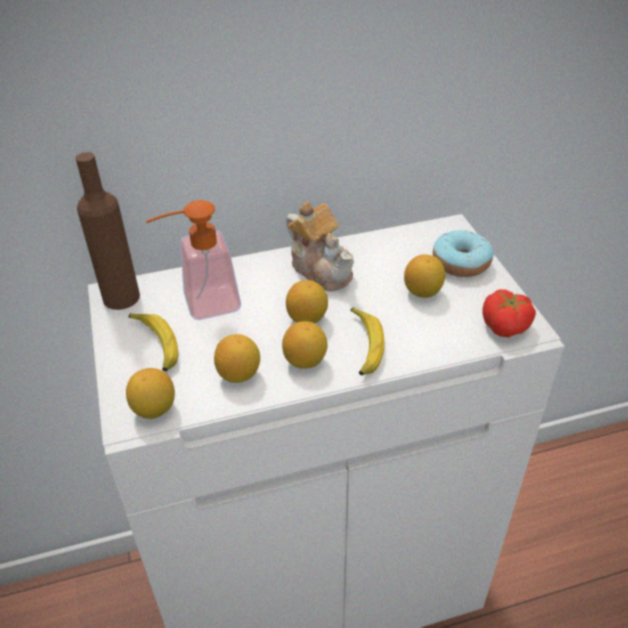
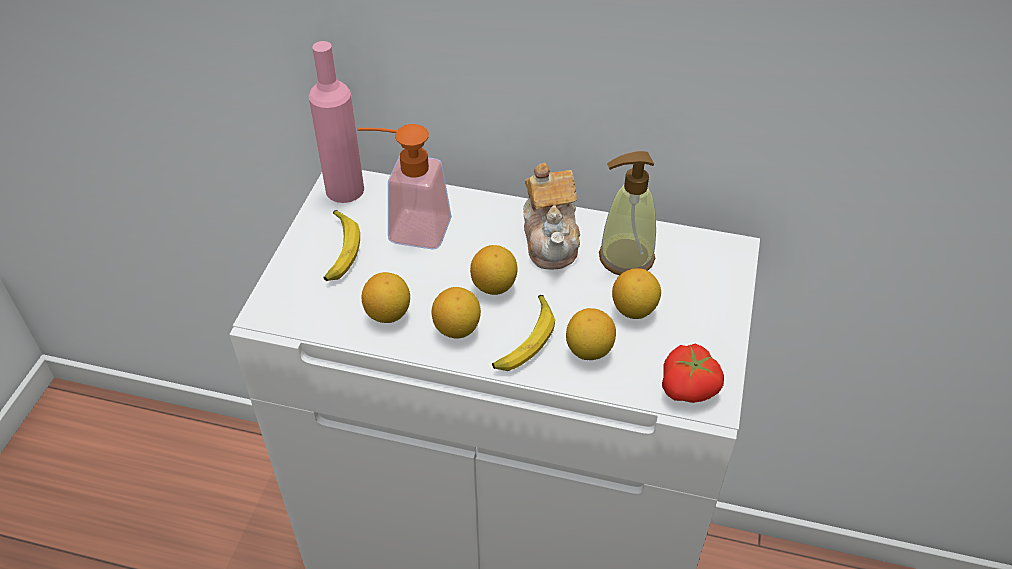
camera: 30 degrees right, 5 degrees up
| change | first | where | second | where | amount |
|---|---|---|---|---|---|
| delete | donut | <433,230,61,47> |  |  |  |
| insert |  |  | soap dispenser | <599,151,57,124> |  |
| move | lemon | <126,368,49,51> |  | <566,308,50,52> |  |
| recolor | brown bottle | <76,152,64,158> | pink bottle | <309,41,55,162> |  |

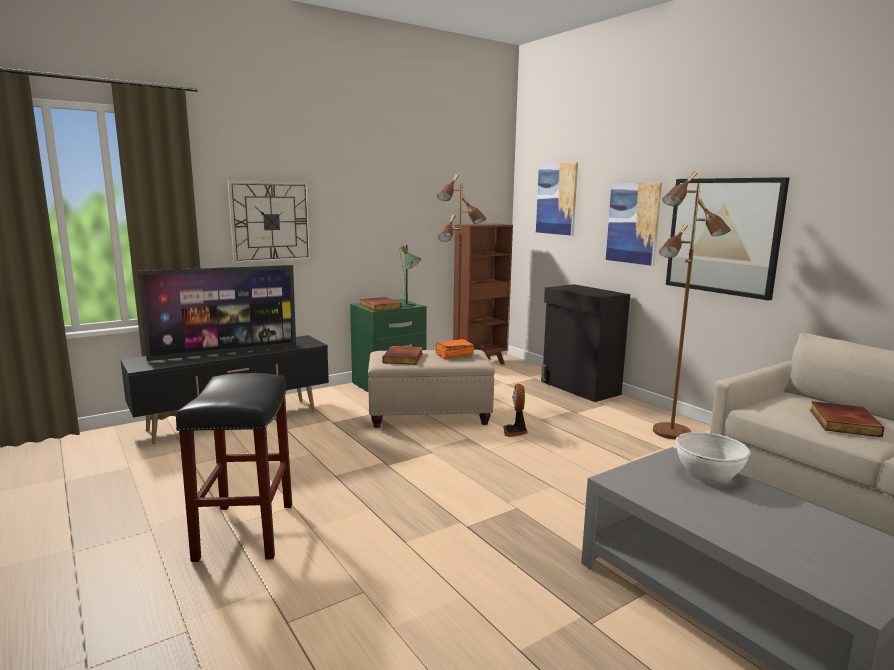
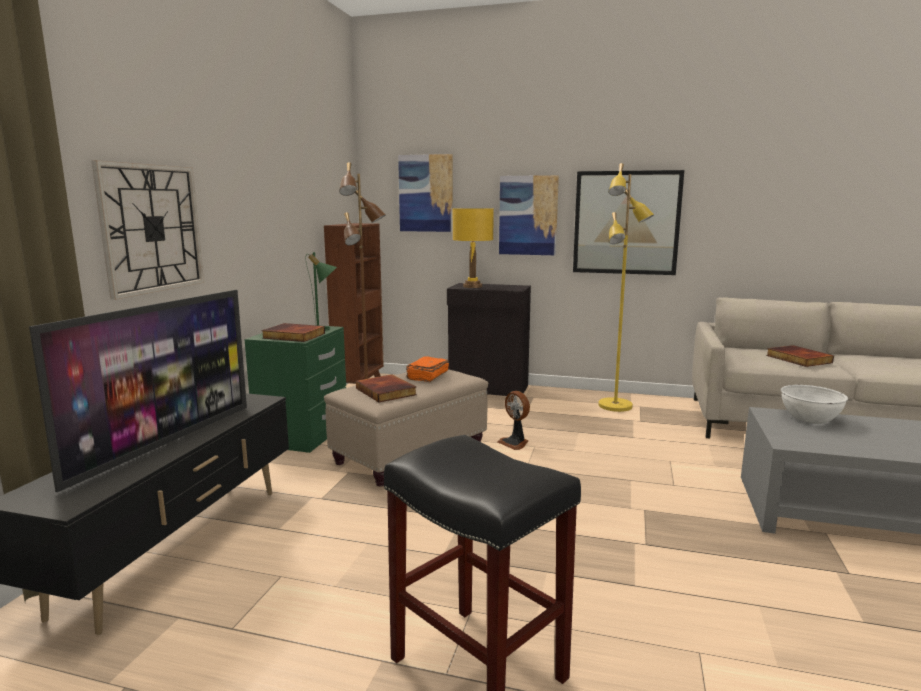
camera: 40 degrees left, 0 degrees up
| change | first | where | second | where | amount |
|---|---|---|---|---|---|
| insert |  |  | yellow table lamp | <453,208,41,80> |  |
| recolor | brown floor lamp | <653,171,78,269> | yellow floor lamp | <598,163,56,249> |  |

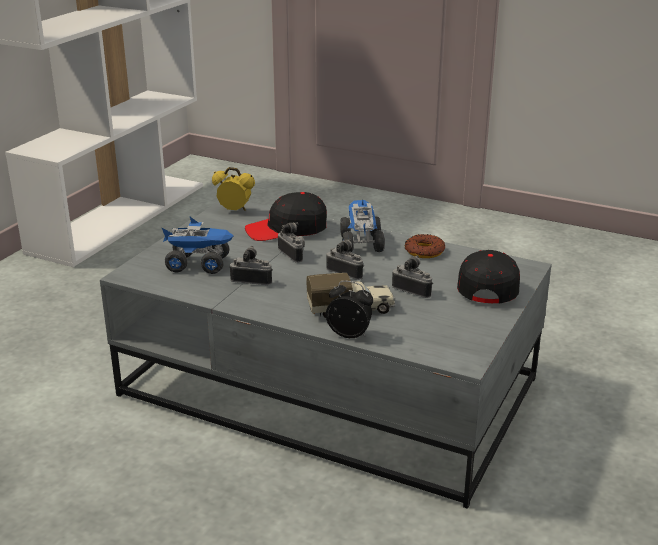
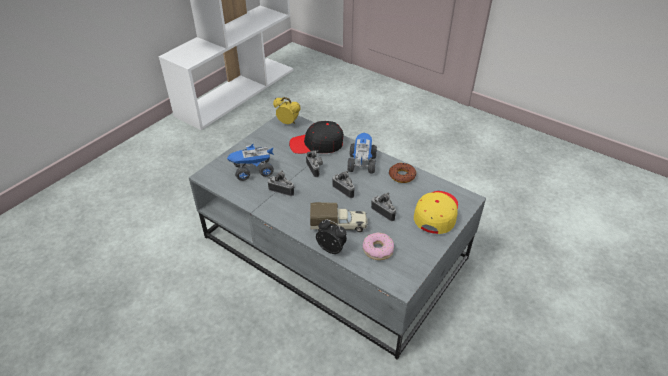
camera: 10 degrees right, 15 degrees up
| change | first | where | second | where | amount |
|---|---|---|---|---|---|
| insert |  |  | donut | <363,233,31,27> |  |
| recolor | black cap | <457,250,63,54> | yellow cap | <414,191,44,43> |  |
| rotate | toy truck | <162,217,71,57> |  | <227,144,47,37> | 150 degrees clockwise |

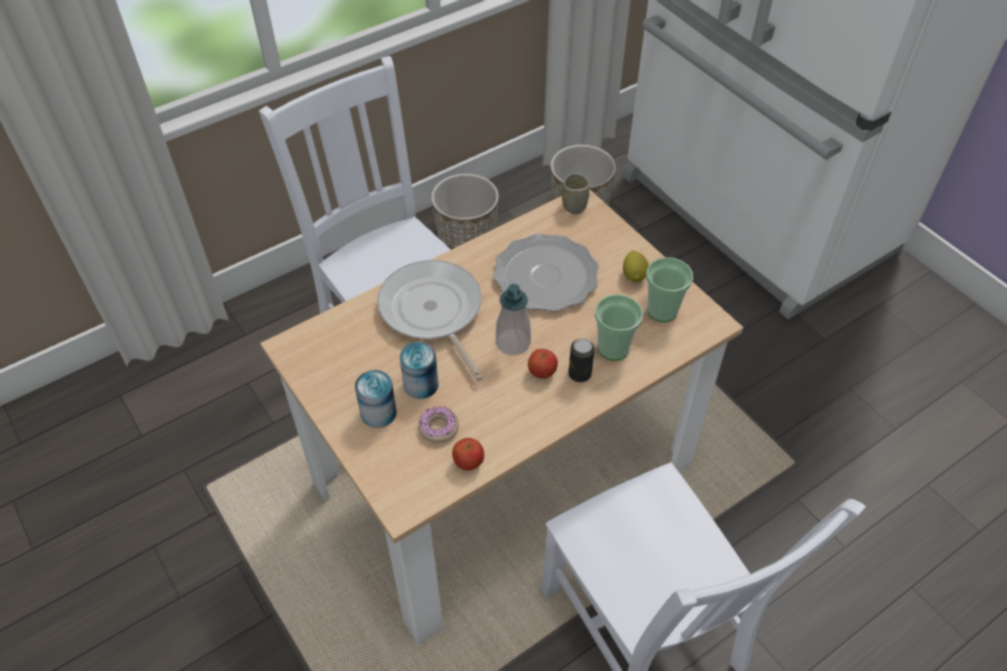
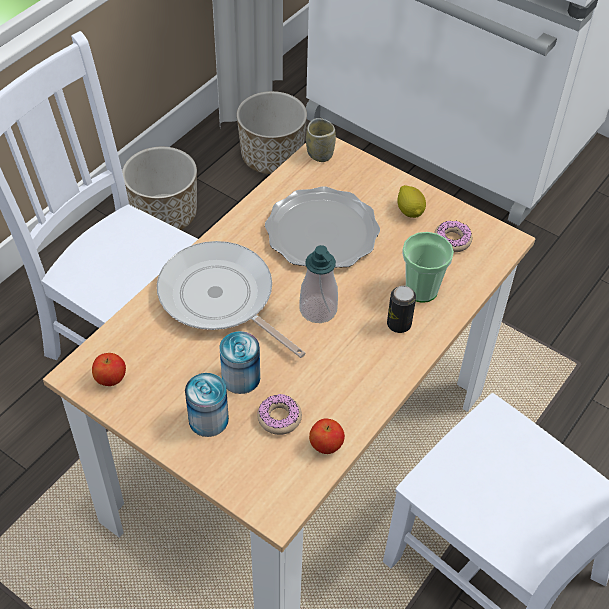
camera: 20 degrees left, 0 degrees up
| change | first | where | second | where | amount |
|---|---|---|---|---|---|
| move | apple | <528,349,30,30> |  | <92,353,34,33> |  |
| replace | cup | <646,257,47,65> | donut | <434,220,38,32> |  |

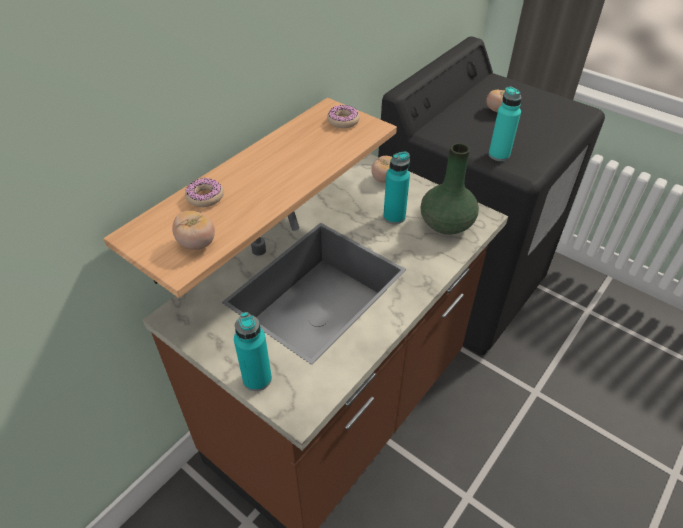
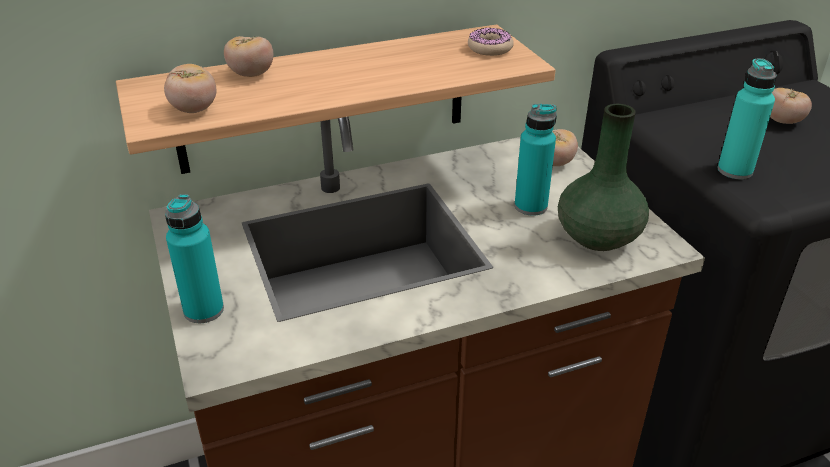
camera: 30 degrees right, 10 degrees down
| change | first | where | second | where | amount |
|---|---|---|---|---|---|
| replace | donut | <185,178,39,29> | tomato | <224,36,49,41> |  |

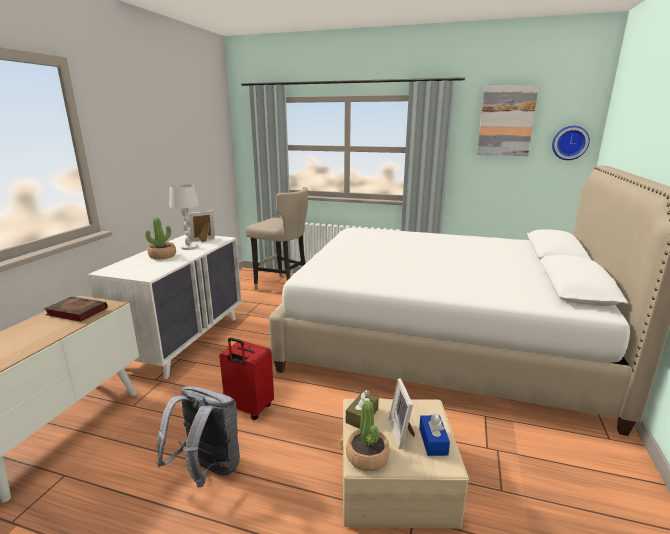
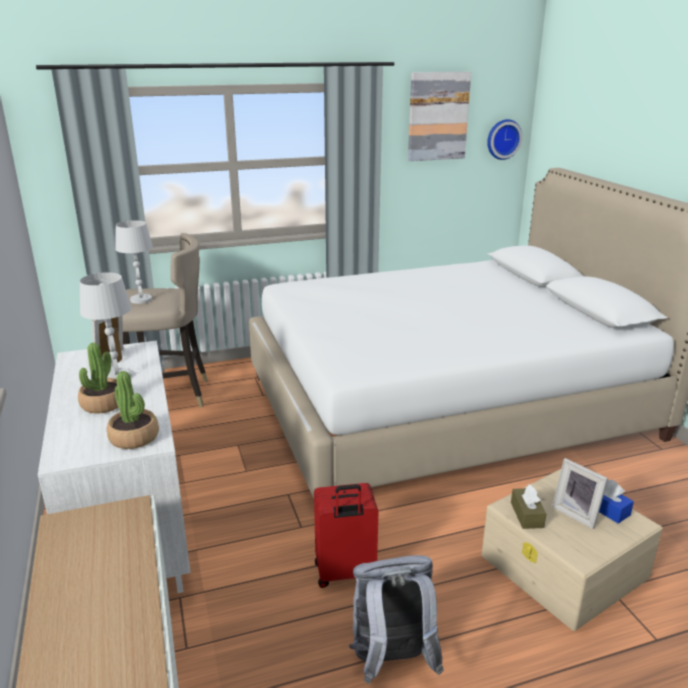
camera: 35 degrees left, 5 degrees up
| change | first | where | second | where | amount |
|---|---|---|---|---|---|
| delete | book | <44,297,63,25> |  |  |  |
| insert |  |  | white table lamp | <115,220,38,84> |  |
| move | potted plant | <346,401,44,70> |  | <107,371,52,78> |  |

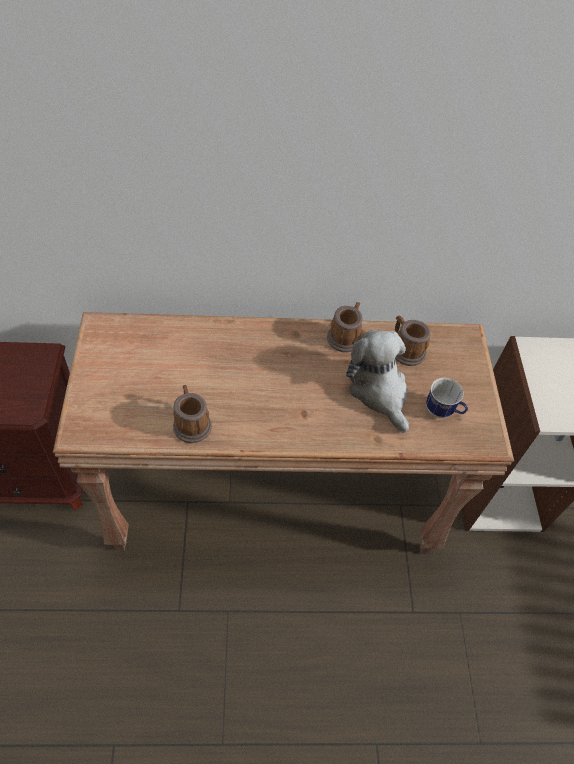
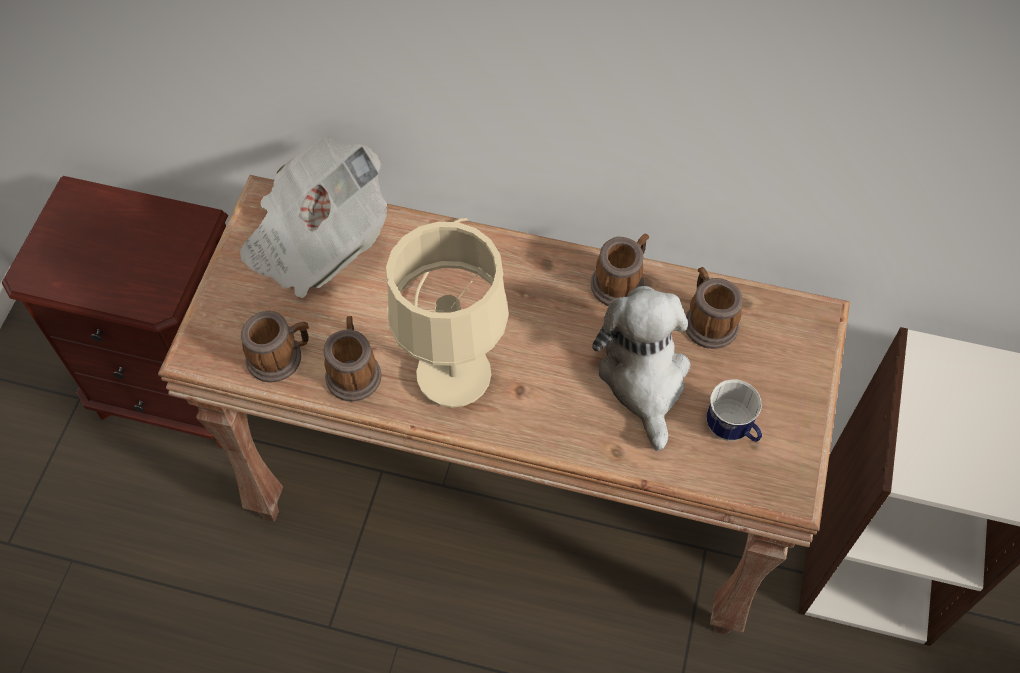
camera: 20 degrees right, 5 degrees up
| change | first | where | second | where | amount |
|---|---|---|---|---|---|
| insert |  |  | newspaper | <240,137,147,161> |  |
| insert |  |  | mug | <241,311,68,72> |  |
| insert |  |  | beige table lamp | <386,218,123,190> |  |

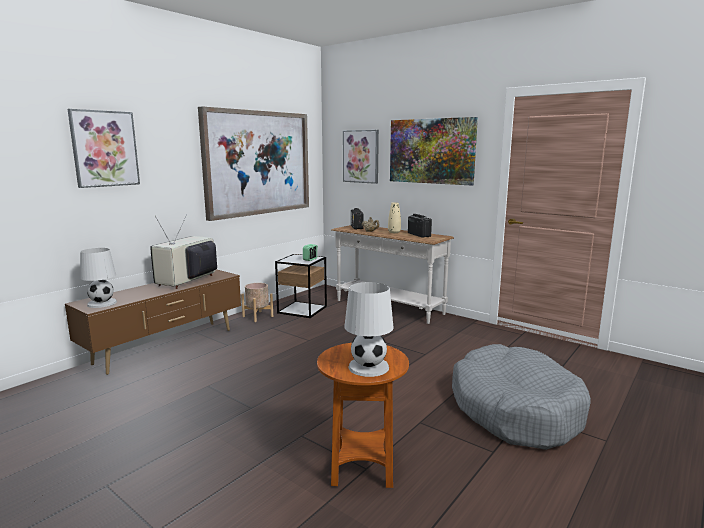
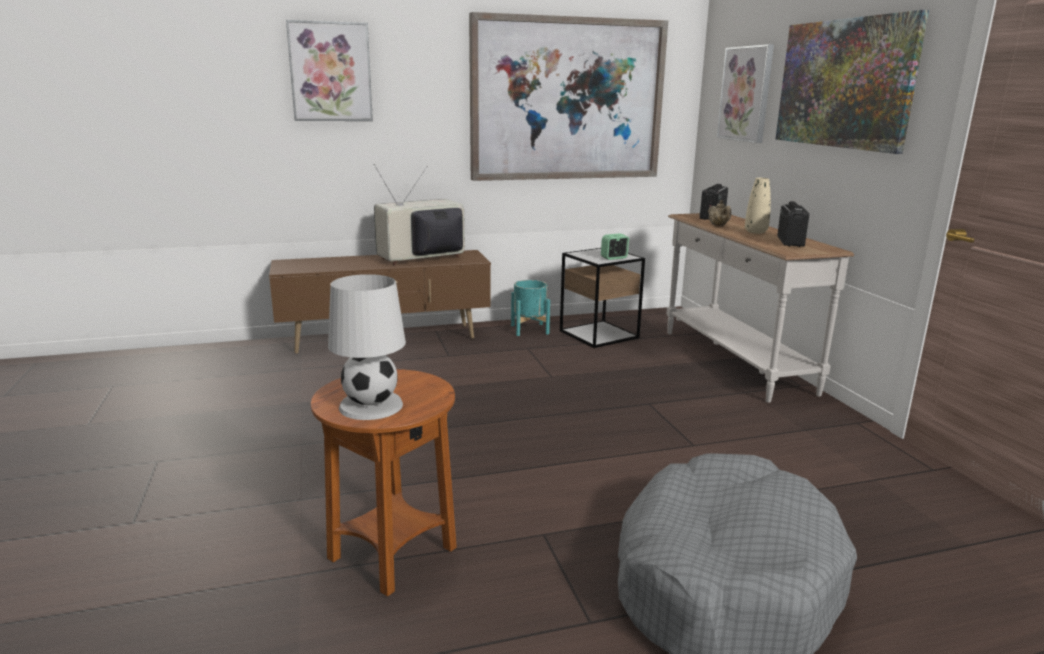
camera: 35 degrees right, 5 degrees up
| change | first | where | second | where | amount |
|---|---|---|---|---|---|
| delete | white table lamp | <80,248,37,60> |  |  |  |
| recolor | beige planter | <241,283,32,39> | turquoise planter | <511,280,39,56> |  |

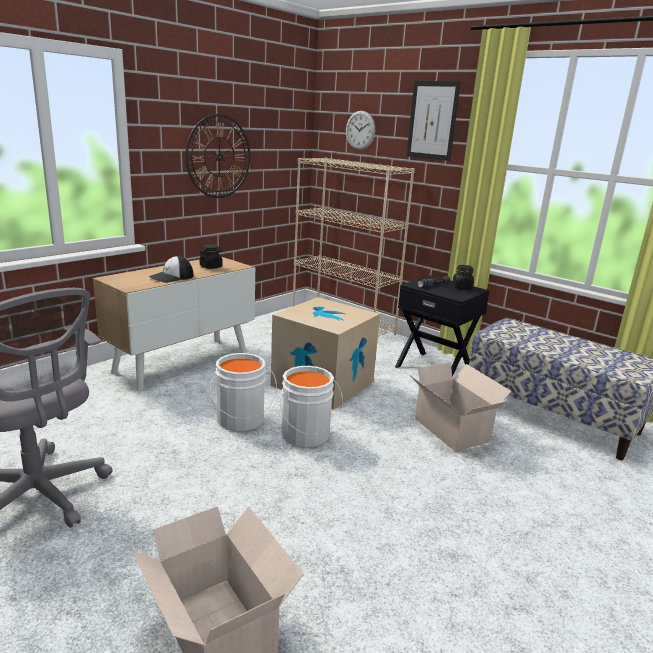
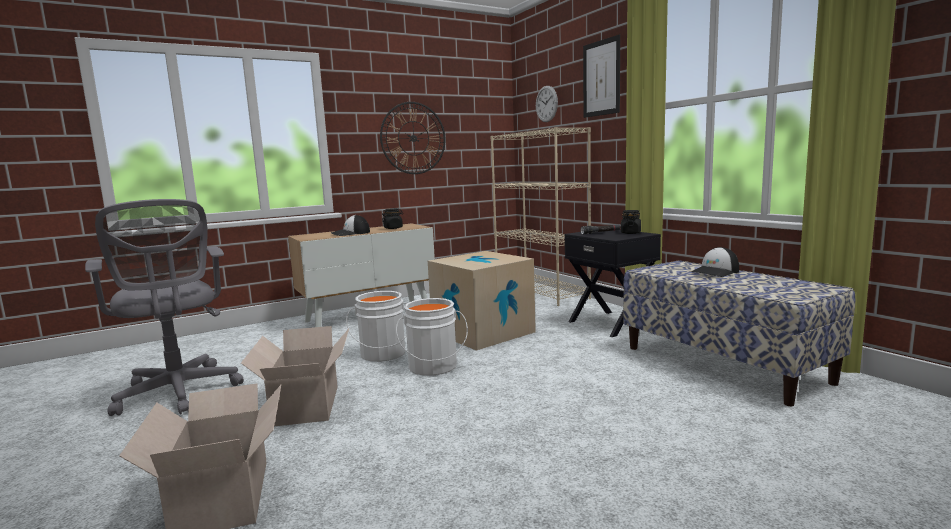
camera: 20 degrees right, 10 degrees down
| change | first | where | second | where | amount |
|---|---|---|---|---|---|
| insert |  |  | cap | <691,247,48,30> |  |
| move | cardboard box | <410,362,101,89> |  | <241,326,108,100> |  |

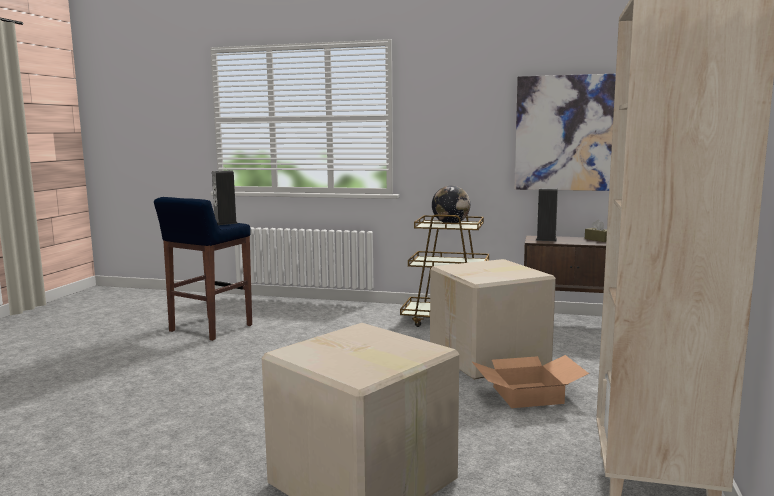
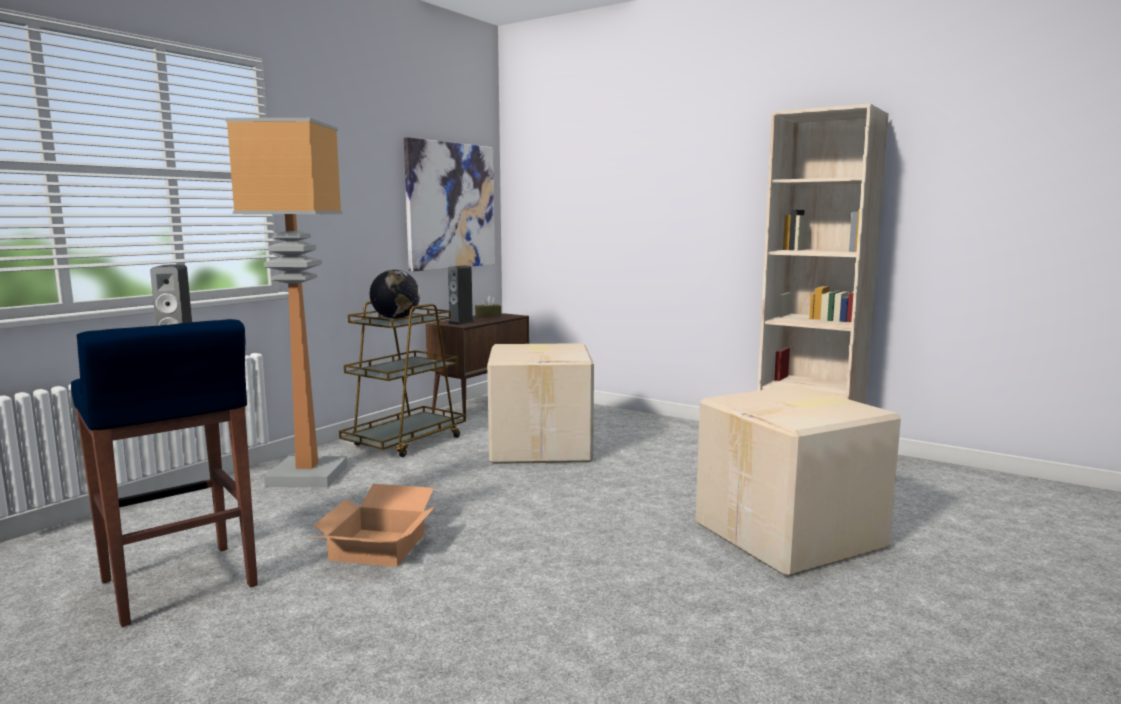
camera: 70 degrees left, 0 degrees up
| change | first | where | second | where | amount |
|---|---|---|---|---|---|
| insert |  |  | floor lamp | <225,118,122,370> |  |
| move | cardboard box | <471,355,118,53> |  | <309,484,127,83> |  |

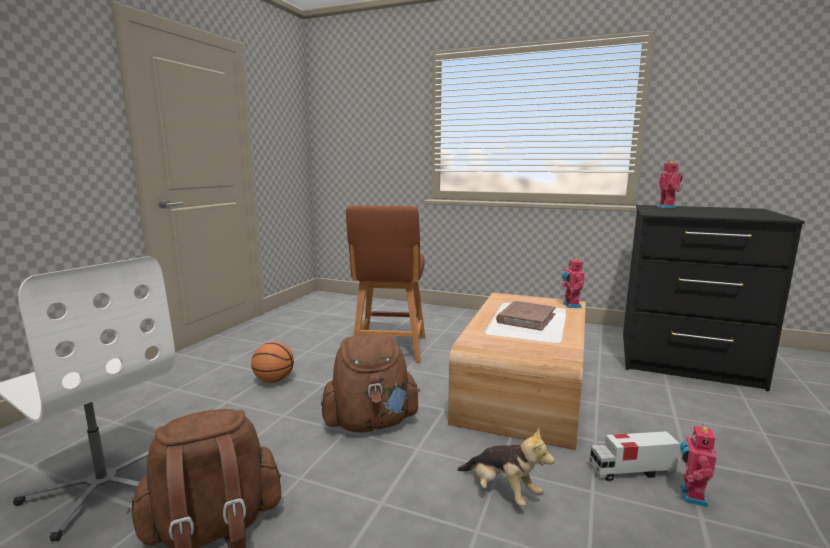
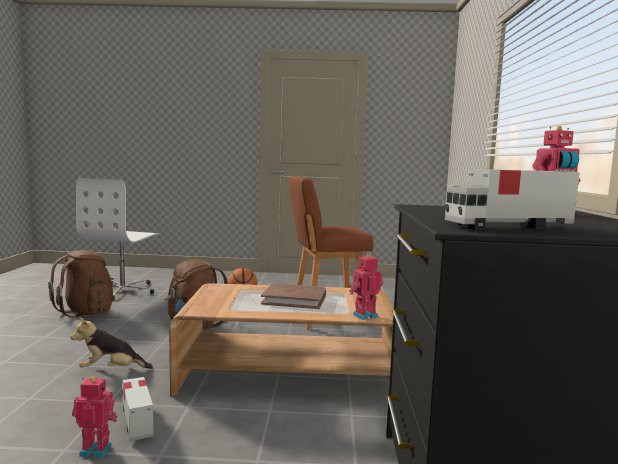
camera: 70 degrees right, 5 degrees down
| change | first | where | second | where | amount |
|---|---|---|---|---|---|
| insert |  |  | toy truck | <445,169,135,61> |  |
| rotate | plush toy | <457,427,97,79> |  | <71,317,82,52> | 60 degrees clockwise |

